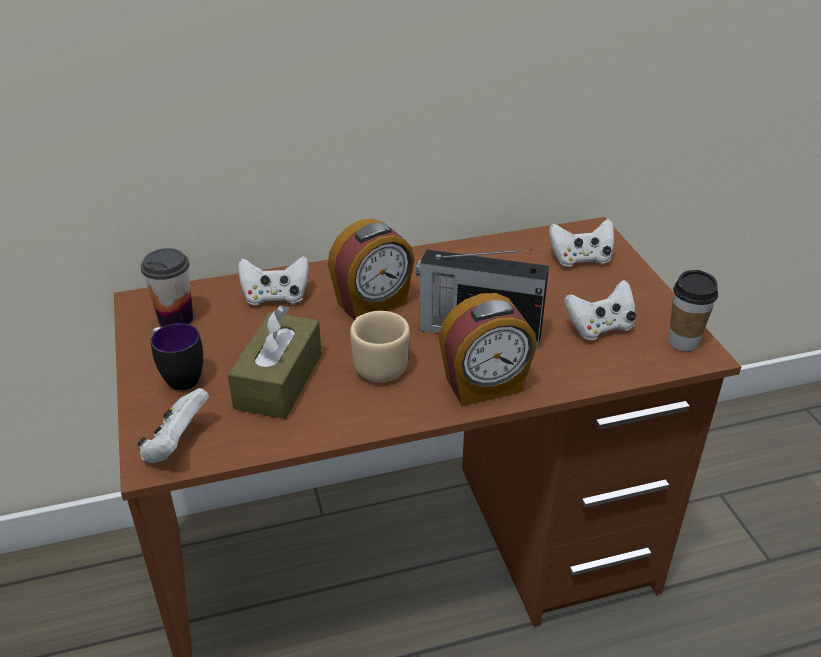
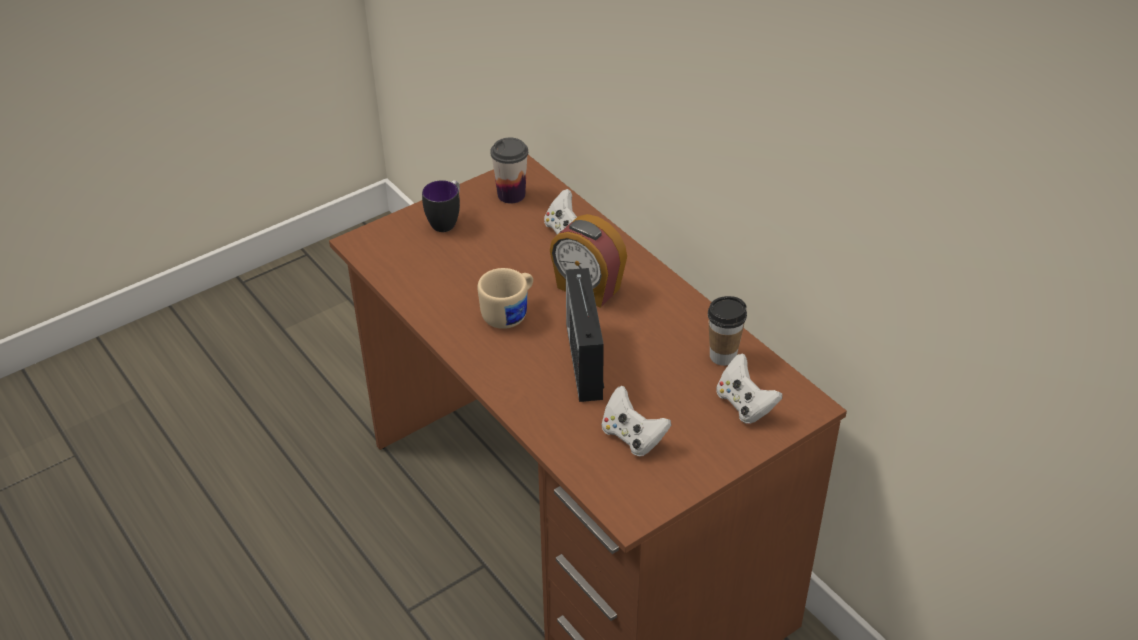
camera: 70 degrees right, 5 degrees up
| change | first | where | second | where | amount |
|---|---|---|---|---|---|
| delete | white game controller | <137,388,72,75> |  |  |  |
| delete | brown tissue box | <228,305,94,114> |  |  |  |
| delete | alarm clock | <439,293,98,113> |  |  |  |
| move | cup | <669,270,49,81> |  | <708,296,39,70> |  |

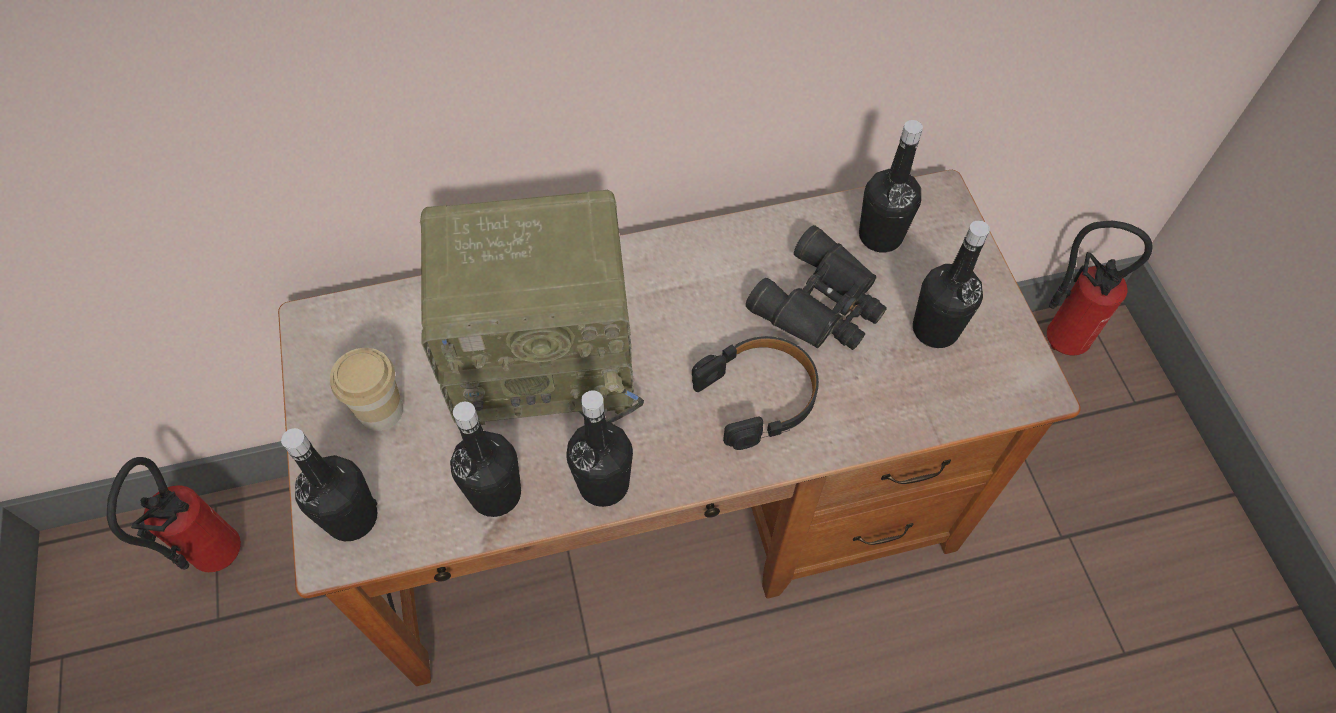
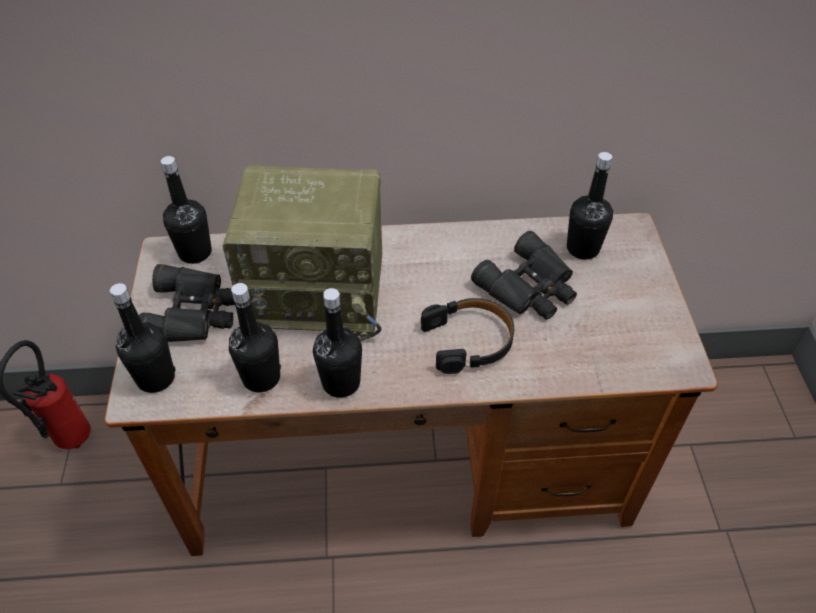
camera: 10 degrees right, 10 degrees down
| change | first | where | second | where | amount |
|---|---|---|---|---|---|
| delete | fire extinguisher | <1047,221,106,134> |  |  |  |
| move | black bottle | <913,220,77,128> |  | <161,156,51,108> |  |
| replace | cup | <330,348,73,83> | black binoculars | <139,264,96,78> |  |

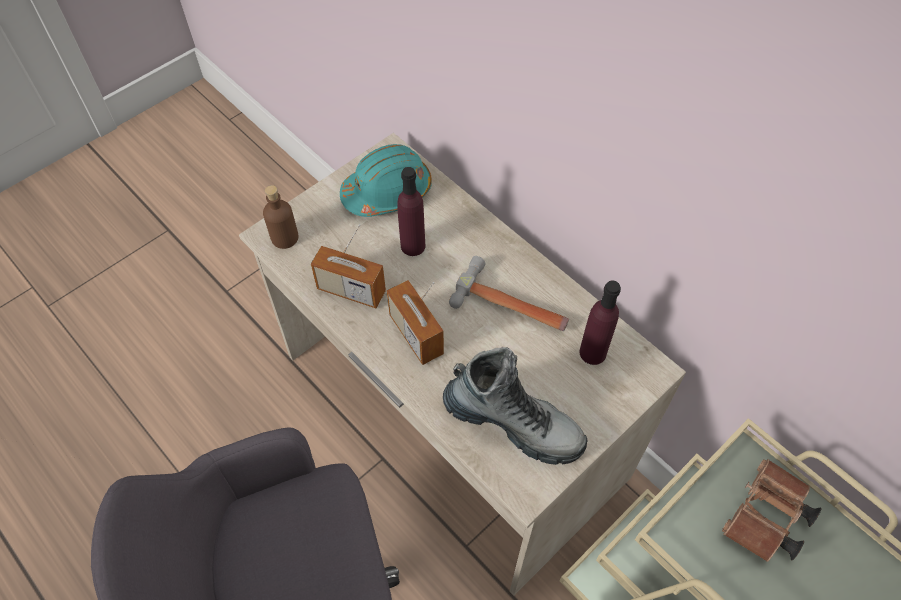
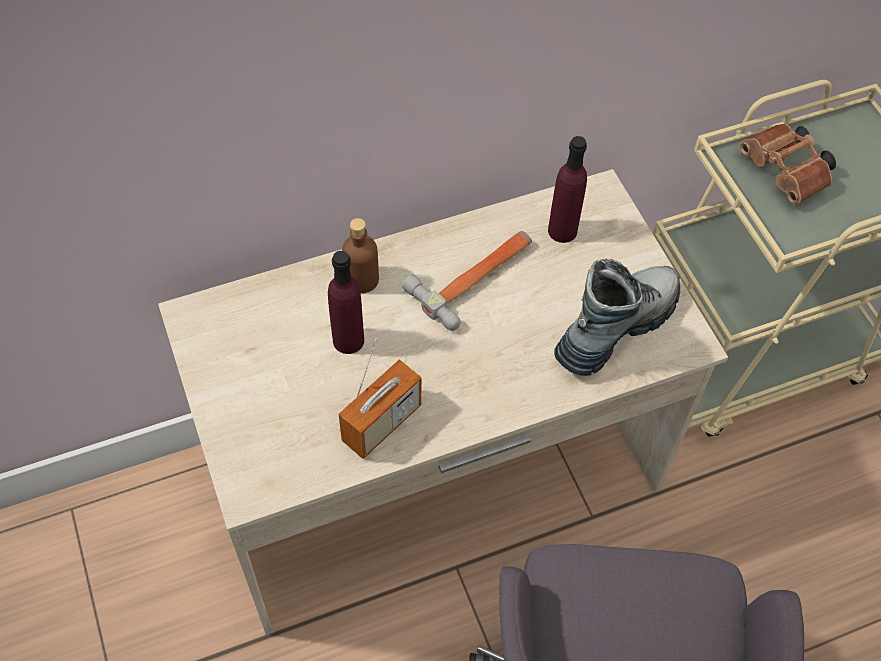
camera: 70 degrees left, 0 degrees up
| change | first | where | second | where | amount |
|---|---|---|---|---|---|
| delete | turquoise hard hat | <340,144,92,73> |  |  |  |
| delete | radio | <387,280,57,85> |  |  |  |
| move | brown bottle | <263,185,36,64> |  | <342,218,37,75> |  |

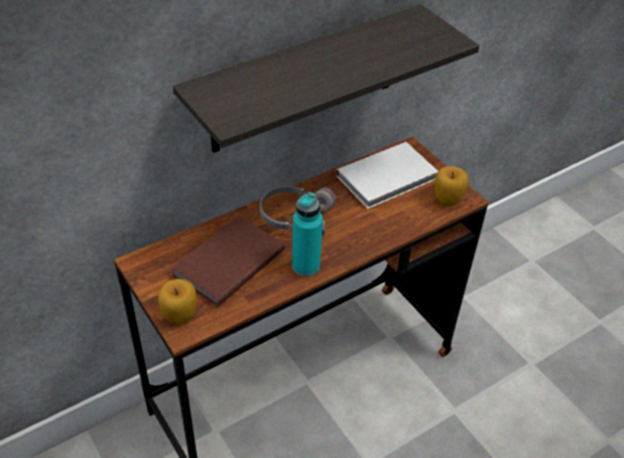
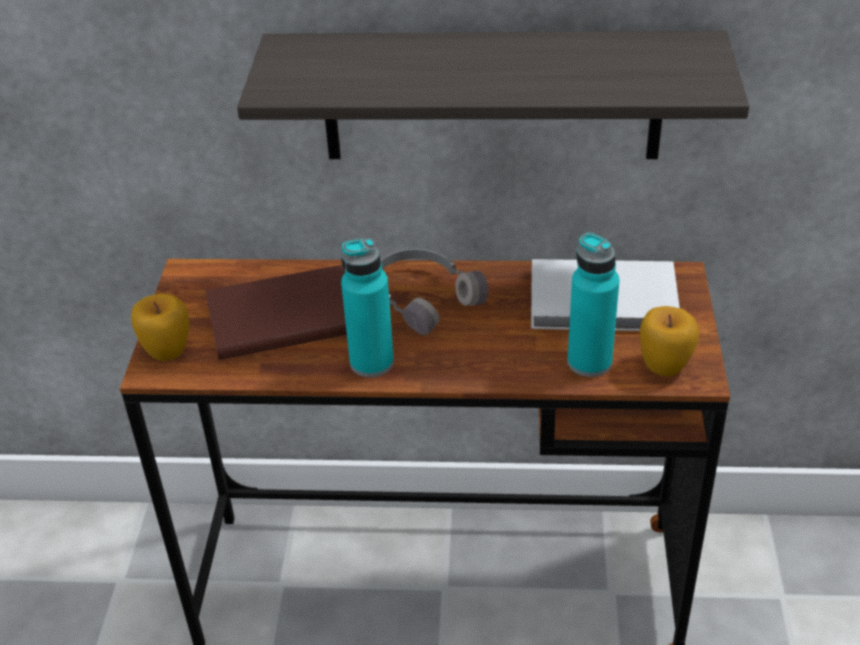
camera: 40 degrees right, 5 degrees down
| change | first | where | second | where | amount |
|---|---|---|---|---|---|
| insert |  |  | turquoise bottle | <567,233,53,144> |  |

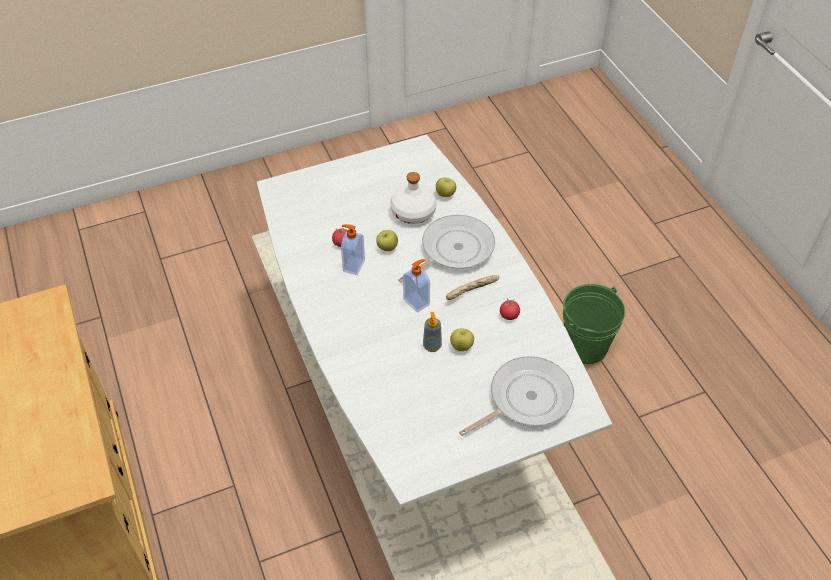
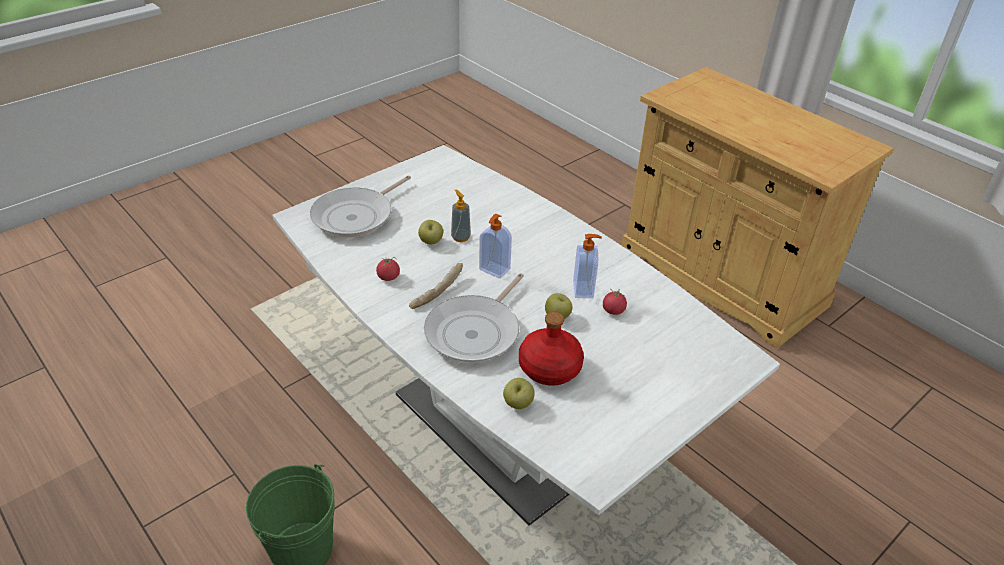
camera: 160 degrees right, 10 degrees down
| change | first | where | second | where | amount |
|---|---|---|---|---|---|
| recolor | white bottle | <390,172,47,52> | red bottle | <519,312,65,74> |  |

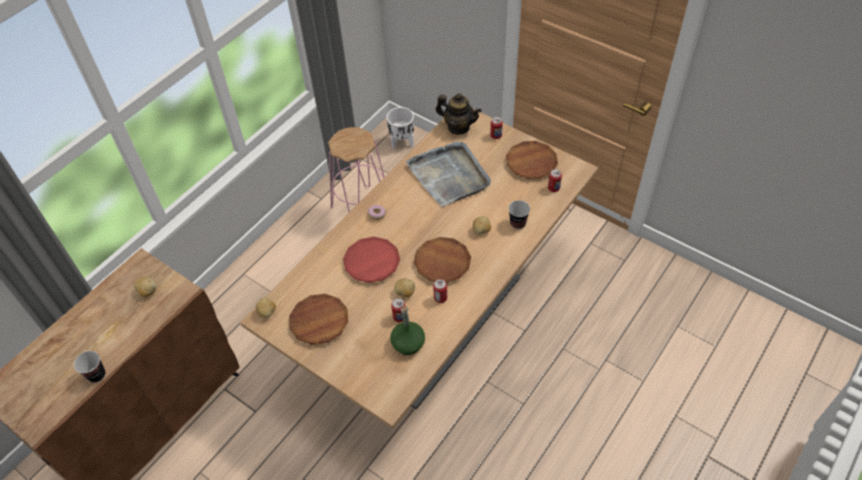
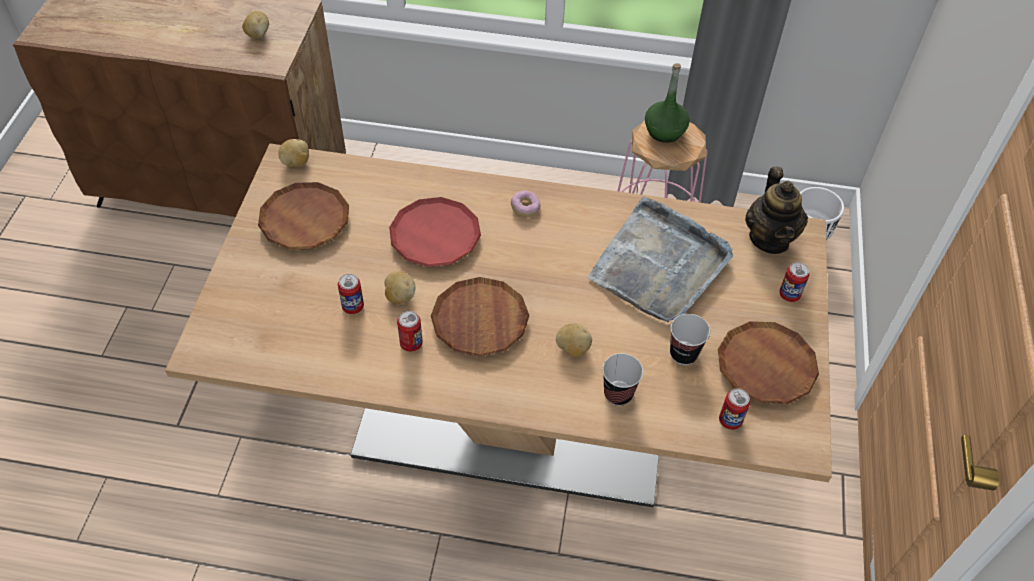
camera: 60 degrees right, 0 degrees up
| change | first | where | second | where | amount |
|---|---|---|---|---|---|
| move | cup | <74,351,32,32> |  | <670,314,40,51> |  |
| move | green bottle | <390,306,35,49> |  | <645,63,45,80> |  |

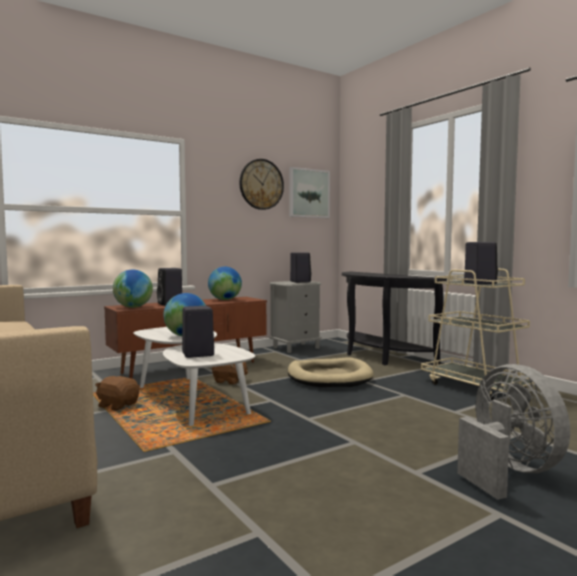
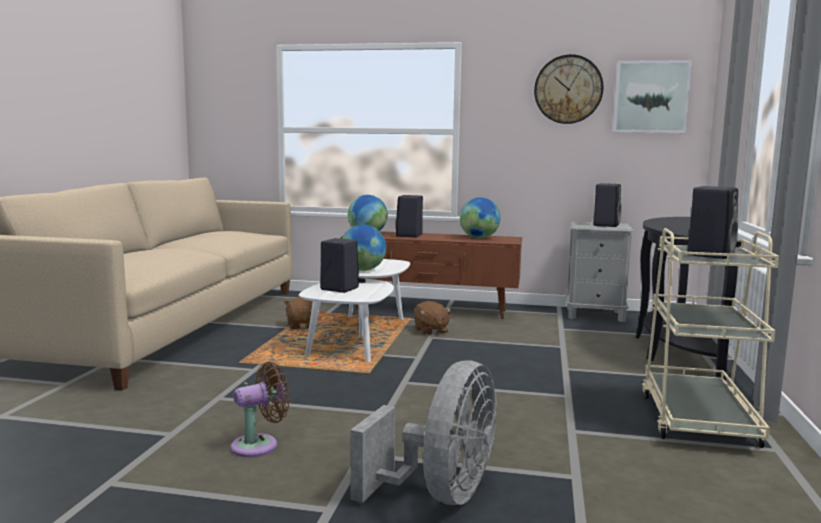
camera: 45 degrees right, 5 degrees up
| change | first | where | second | where | amount |
|---|---|---|---|---|---|
| delete | beige dog bed | <288,357,86,30> |  |  |  |
| insert |  |  | brown fan | <231,362,59,95> |  |

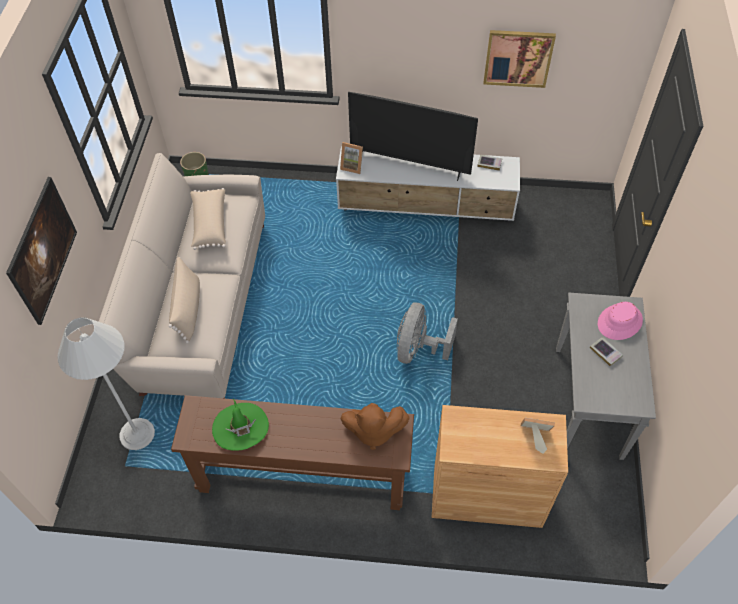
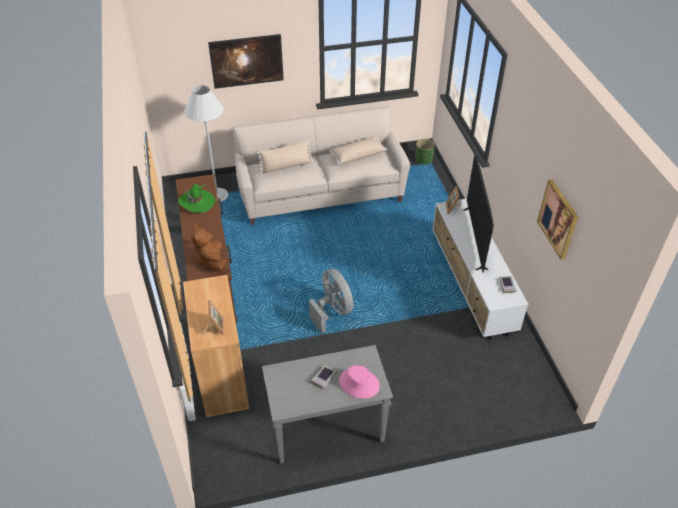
camera: 70 degrees right, 10 degrees down
| change | first | where | second | where | amount |
|---|---|---|---|---|---|
| rotate | grey fan | <397,303,61,61> |  | <309,269,44,64> | 60 degrees clockwise |

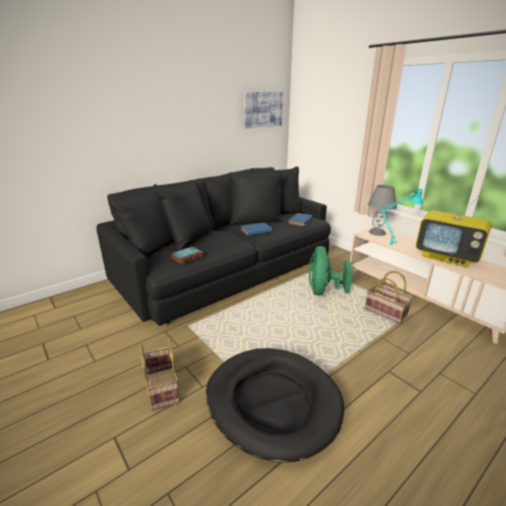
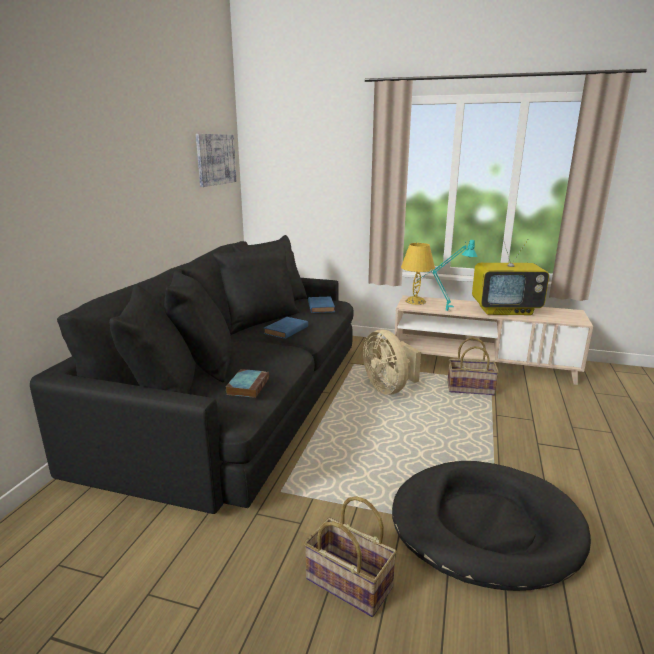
camera: 35 degrees left, 5 degrees down
| change | first | where | second | where | amount |
|---|---|---|---|---|---|
| recolor | green fan | <308,246,45,49> | beige fan | <363,329,58,66> |  |
| recolor | grey table lamp | <368,185,29,51> | yellow table lamp | <401,243,34,62> |  |

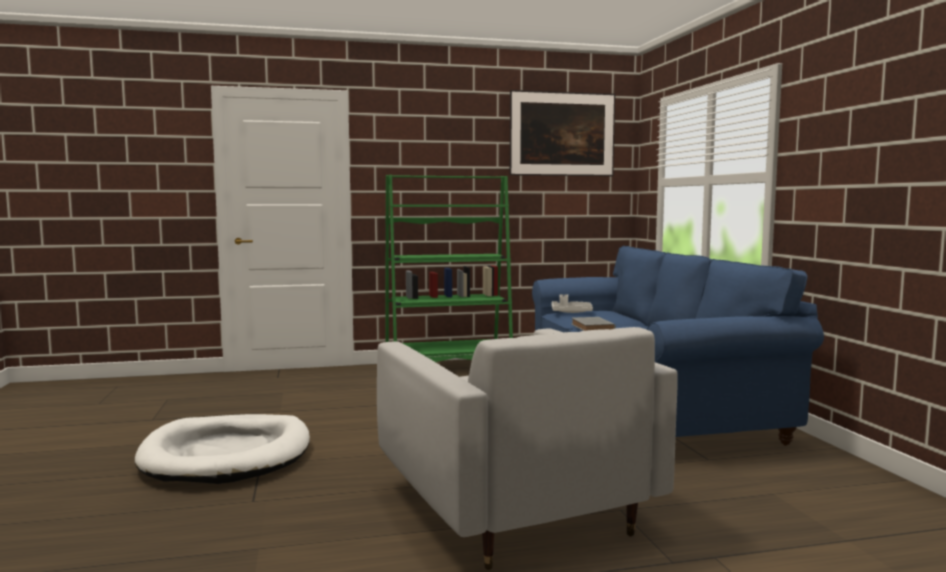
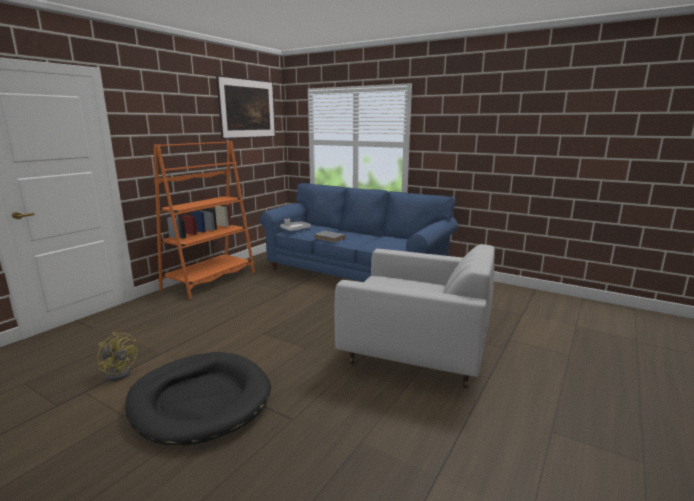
camera: 45 degrees left, 10 degrees up
| change | first | where | second | where | amount |
|---|---|---|---|---|---|
| insert |  |  | yellow fan | <97,332,41,49> |  |
| recolor | white dog bed | <135,414,175,70> | black dog bed | <125,352,146,93> |  |
| recolor | green bookcase | <385,175,128,187> | orange bookcase | <154,141,101,158> |  |

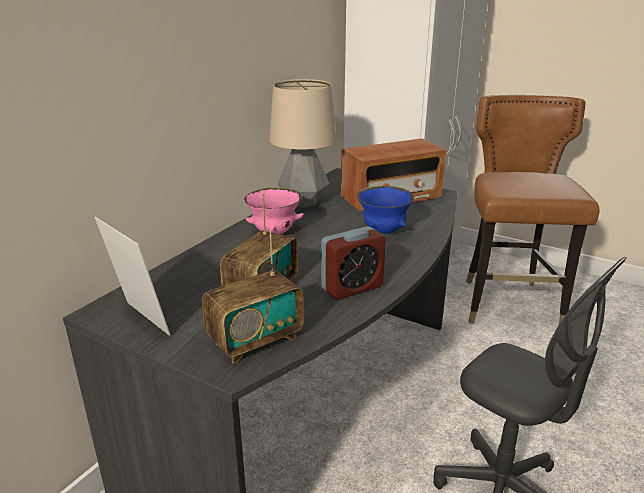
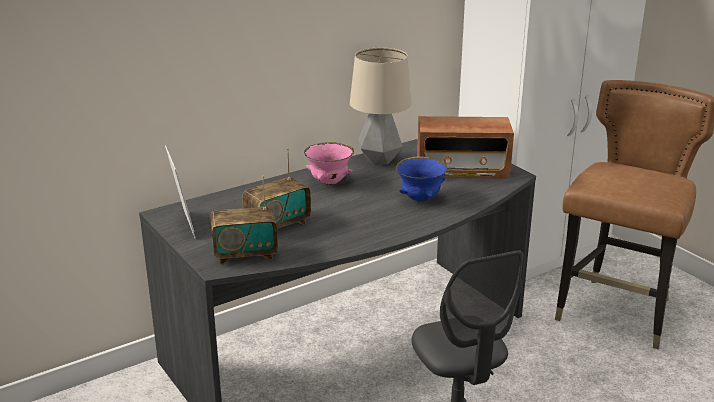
camera: 25 degrees right, 0 degrees up
| change | first | where | second | where | amount |
|---|---|---|---|---|---|
| delete | alarm clock | <321,226,65,74> |  |  |  |

